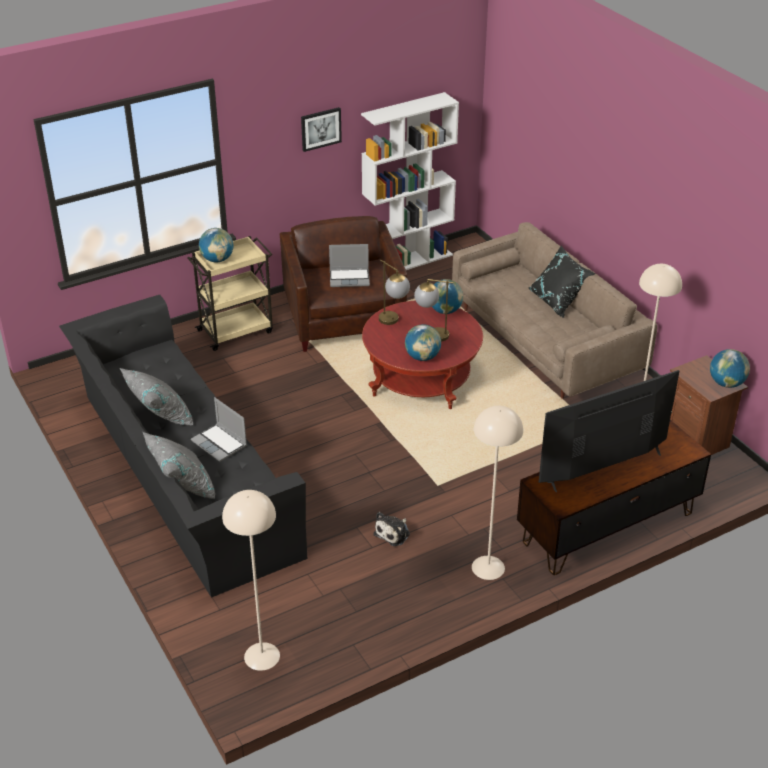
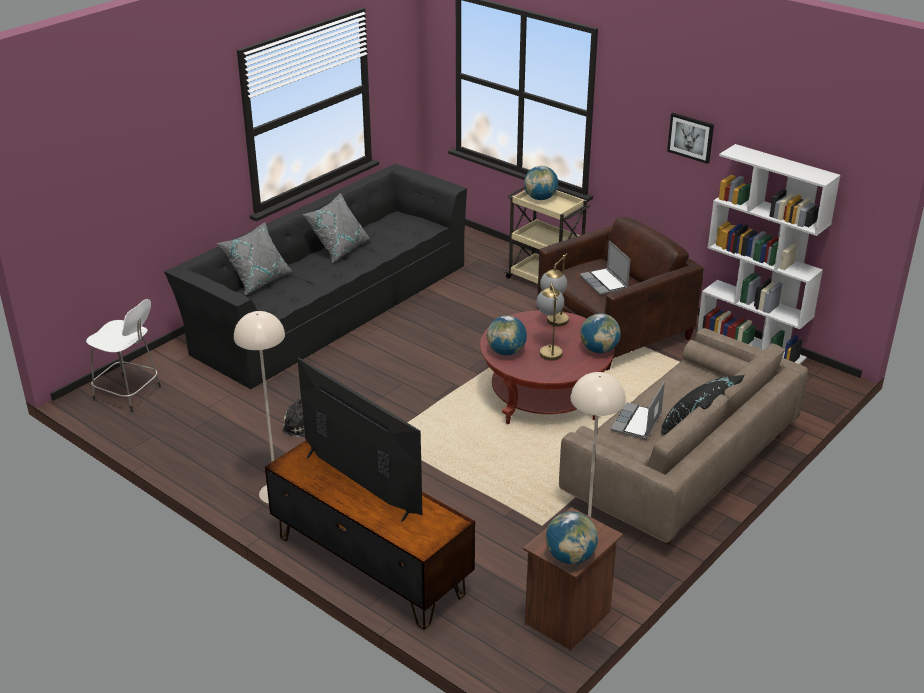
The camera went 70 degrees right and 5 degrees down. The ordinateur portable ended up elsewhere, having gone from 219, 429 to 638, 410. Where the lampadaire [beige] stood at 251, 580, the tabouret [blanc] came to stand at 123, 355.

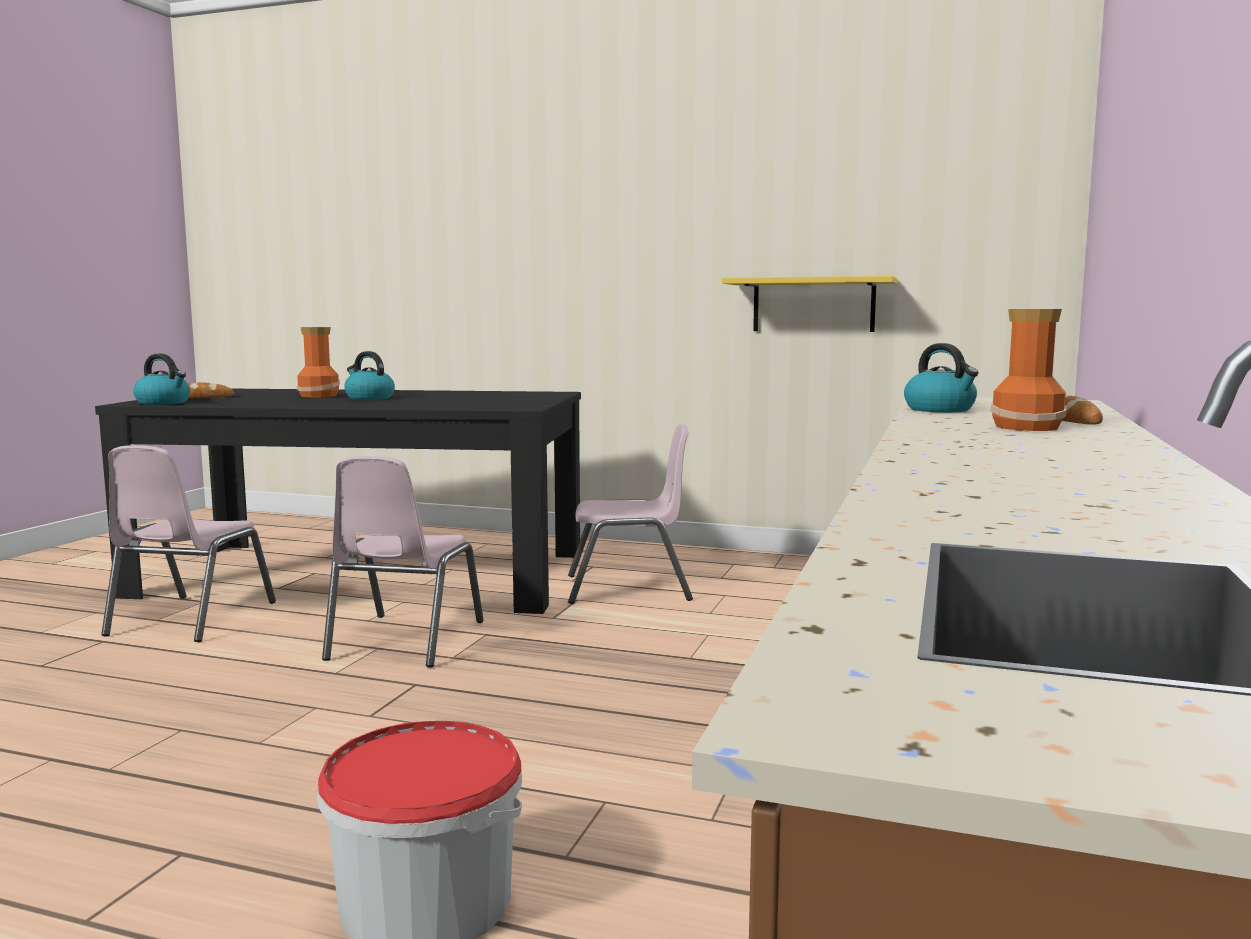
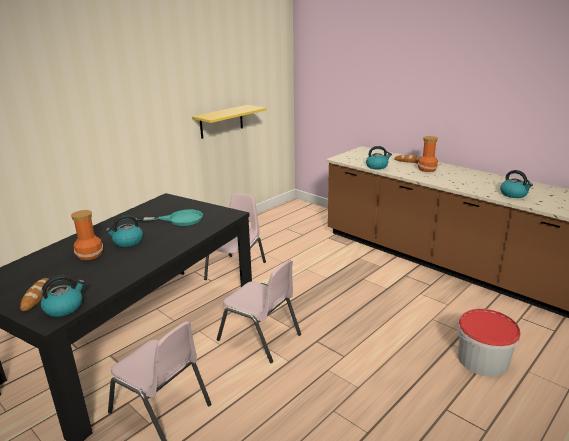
The camera went 65 degrees left and 15 degrees up. The second view gained the bouilloire at 516, 184. The second view gained the poêle [turquoise] at 169, 217.

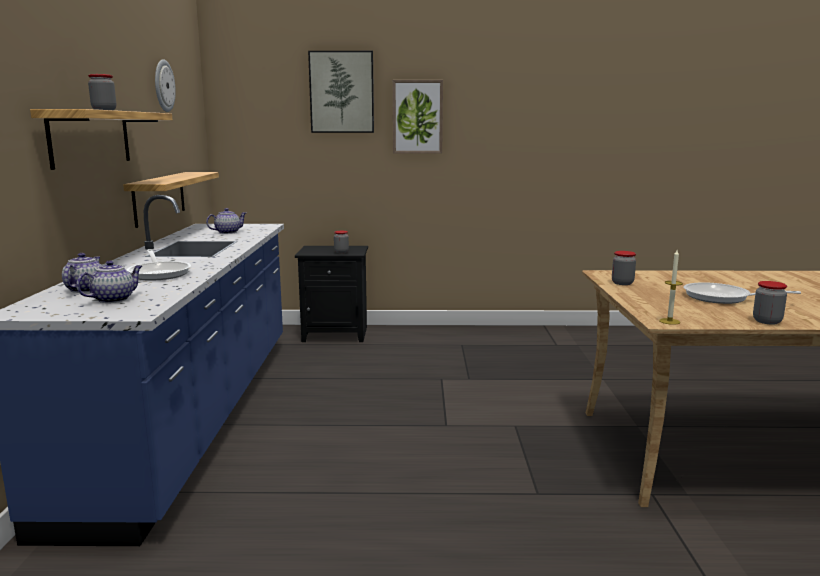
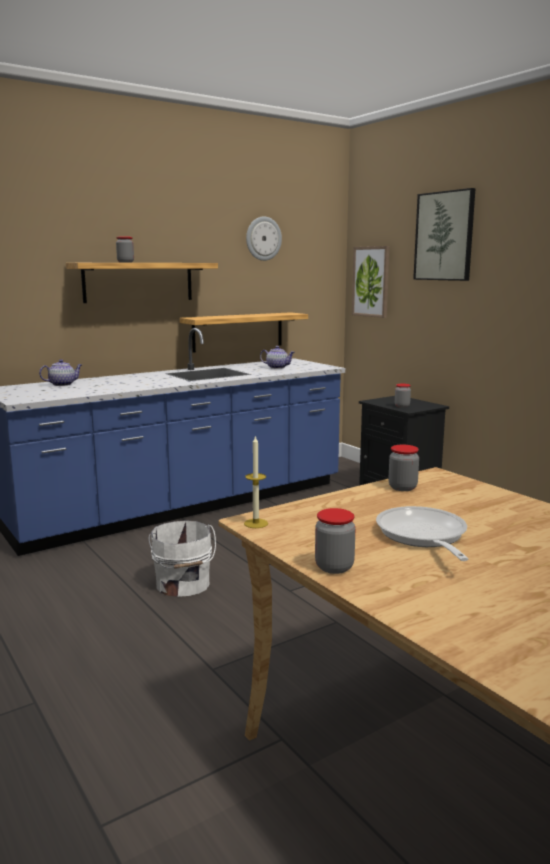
The camera went 55 degrees right and 0 degrees up. The tableau ended up elsewhere, having gone from 418, 117 to 371, 282. The second view lost the poêle at 159, 265. The second view lost the théière at 109, 281. The second view gained the seau [blanc] at 182, 559.

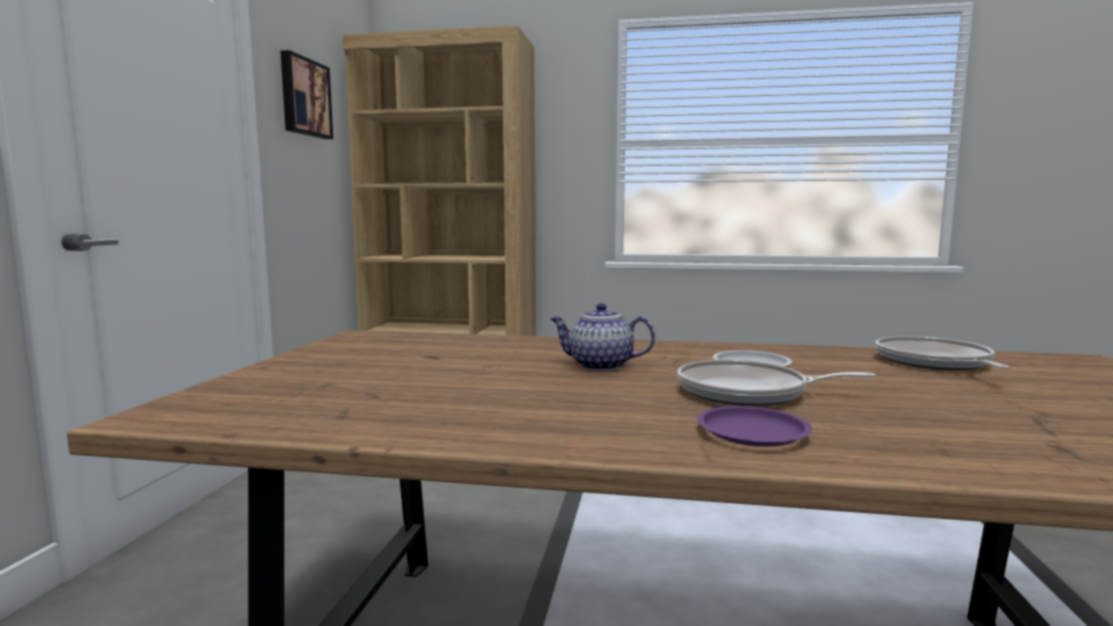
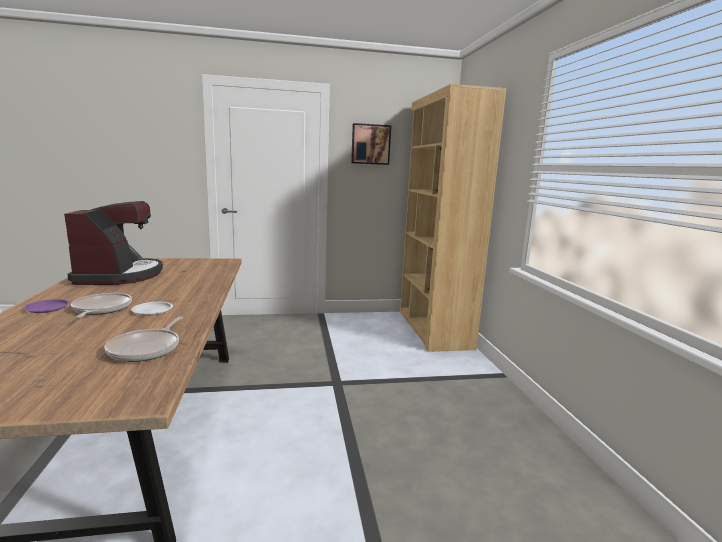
The camera went 70 degrees right and 5 degrees up. The second view lost the théière at 602, 337. The poêle at 942, 353 ended up facing another way, 120 degrees clockwise from before. The second view gained the machine à café at 113, 243.

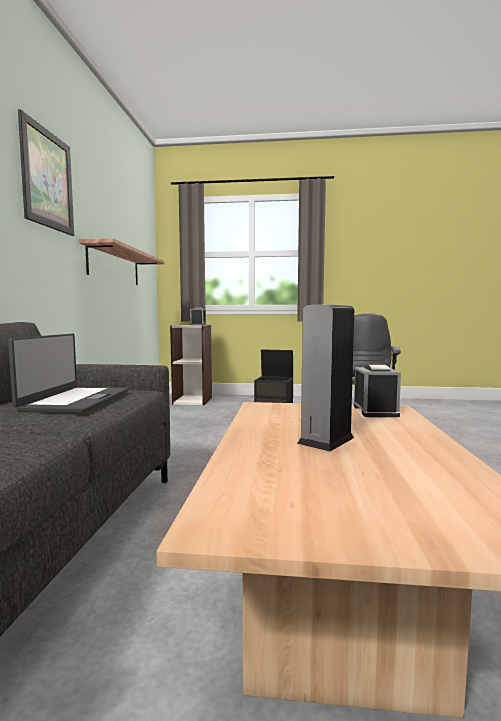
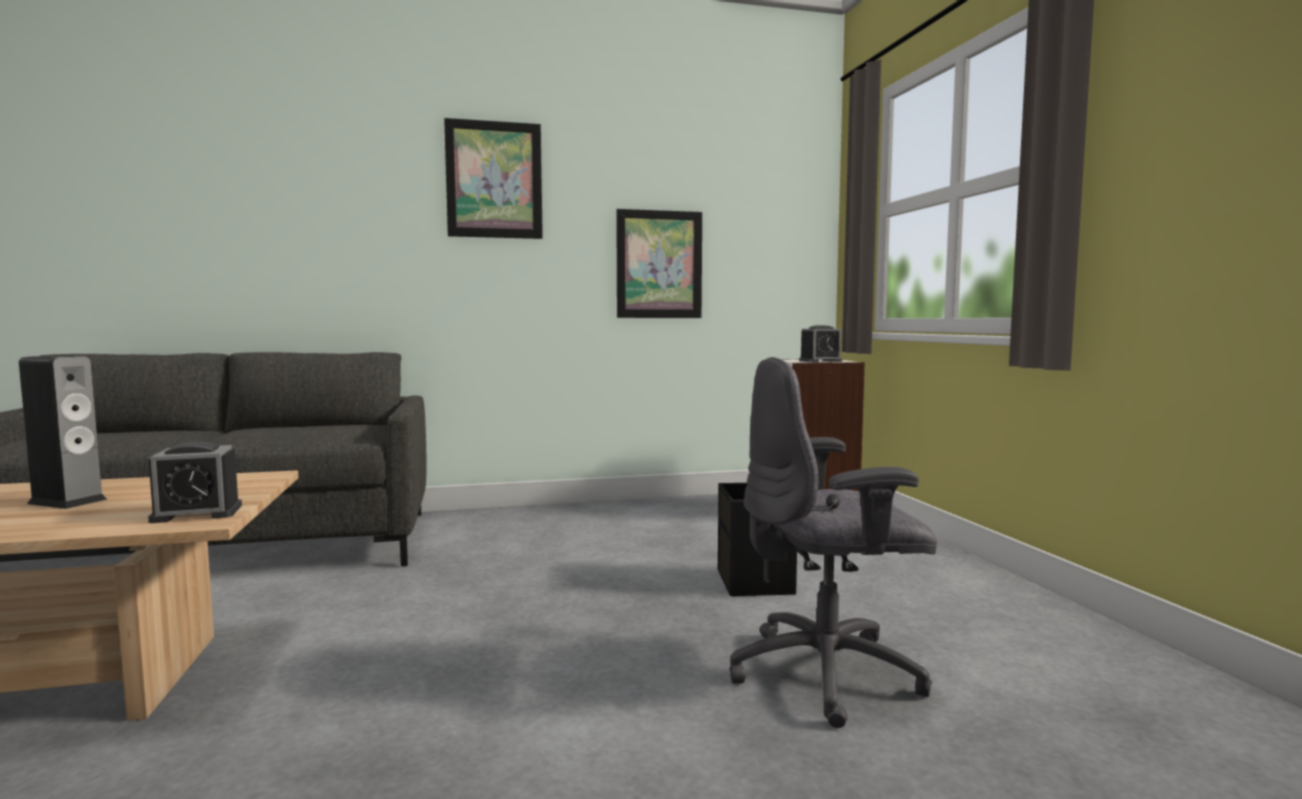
The camera went 70 degrees right and 0 degrees up. Where the étagère hung at 122, 261, the tableau came to hang at 659, 263. The second view lost the ordinateur portable at 68, 373.

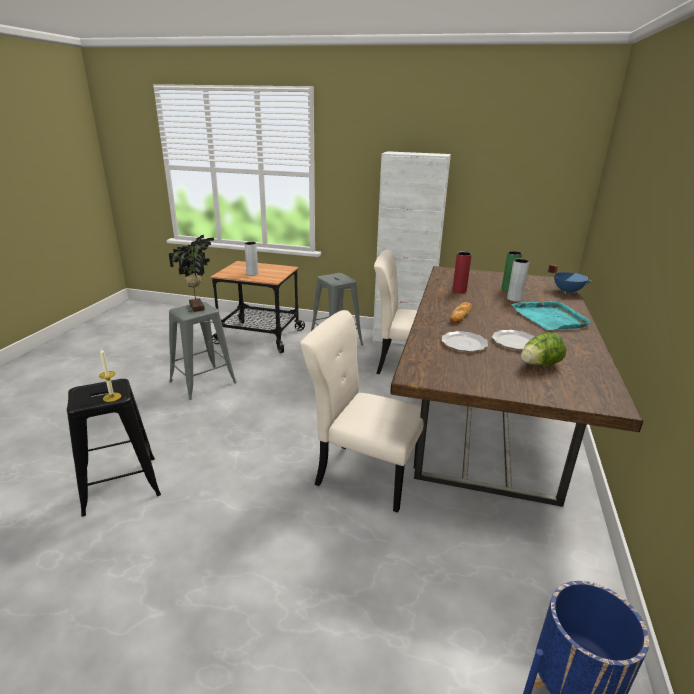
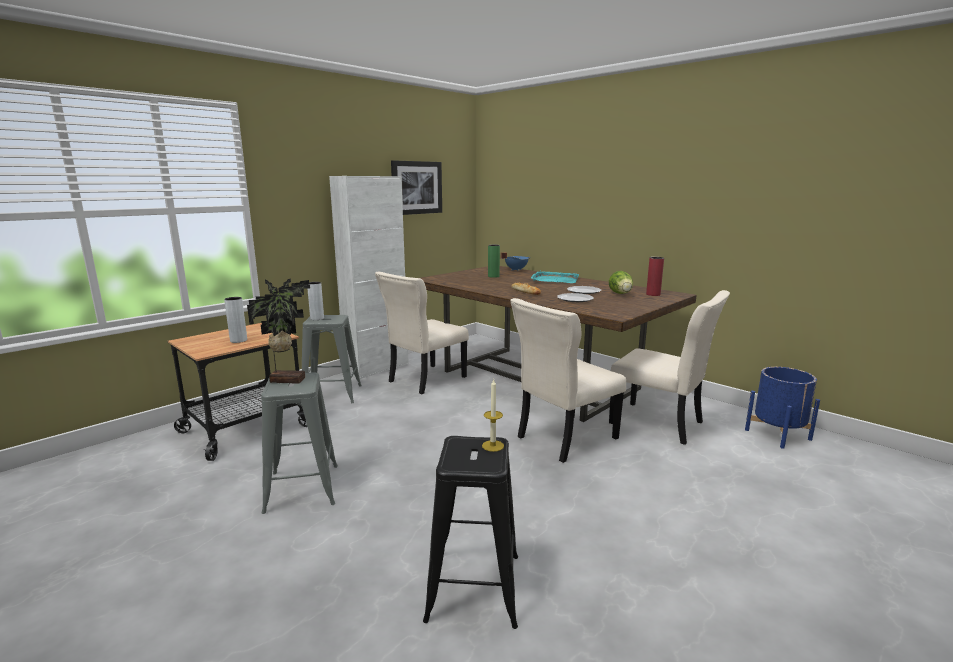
The camera went 60 degrees left and 10 degrees down. The vase [rouge] ended up elsewhere, having gone from 462, 272 to 655, 276. The vase [gris] ended up elsewhere, having gone from 518, 280 to 316, 301. The second view gained the tableau at 416, 187. The second view gained the chaise [beige] at 669, 367.

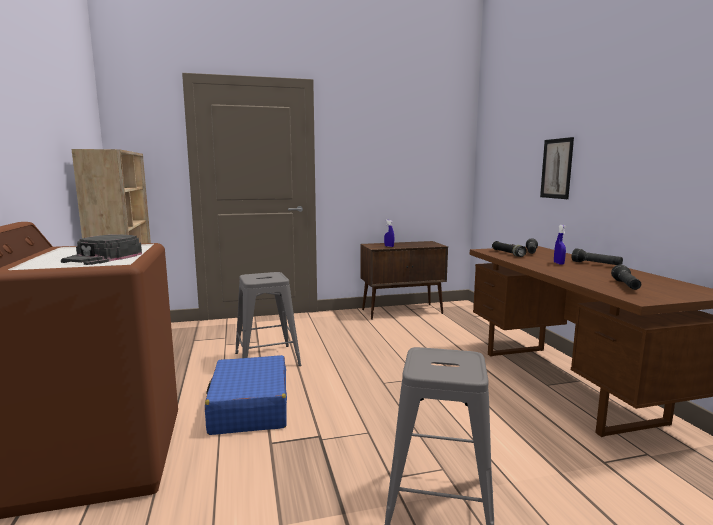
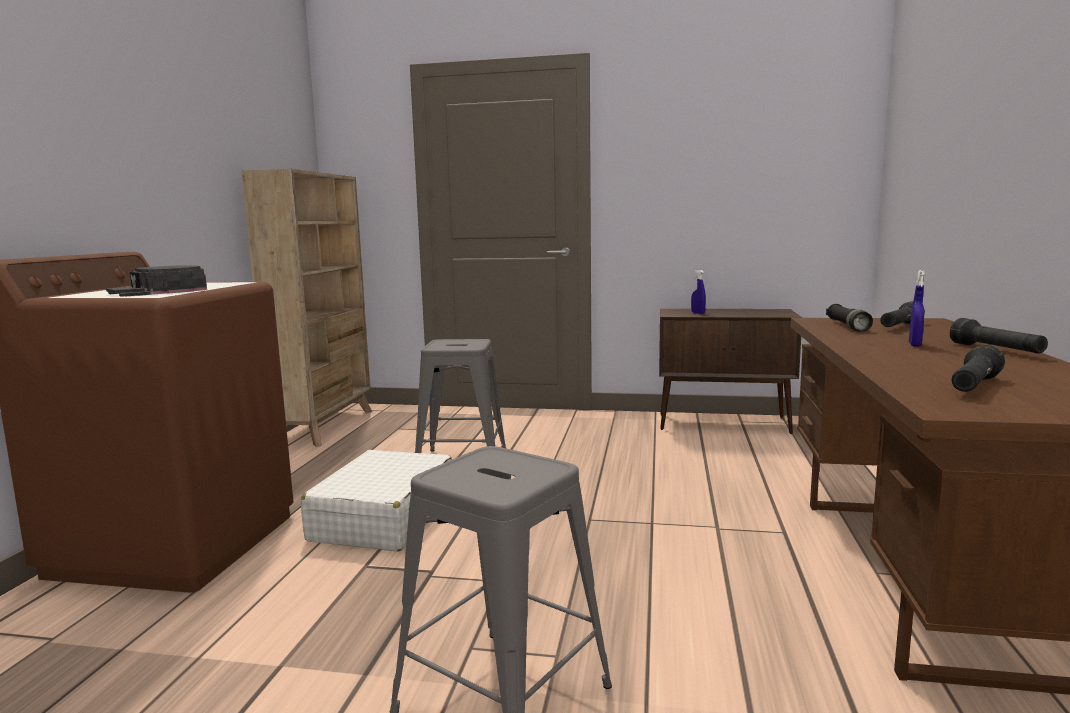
The camera went 25 degrees right and 0 degrees up. The second view lost the tableau at 557, 168. What was the valise [bleu] at 246, 395 turned into the valise [blanc] at 376, 500.

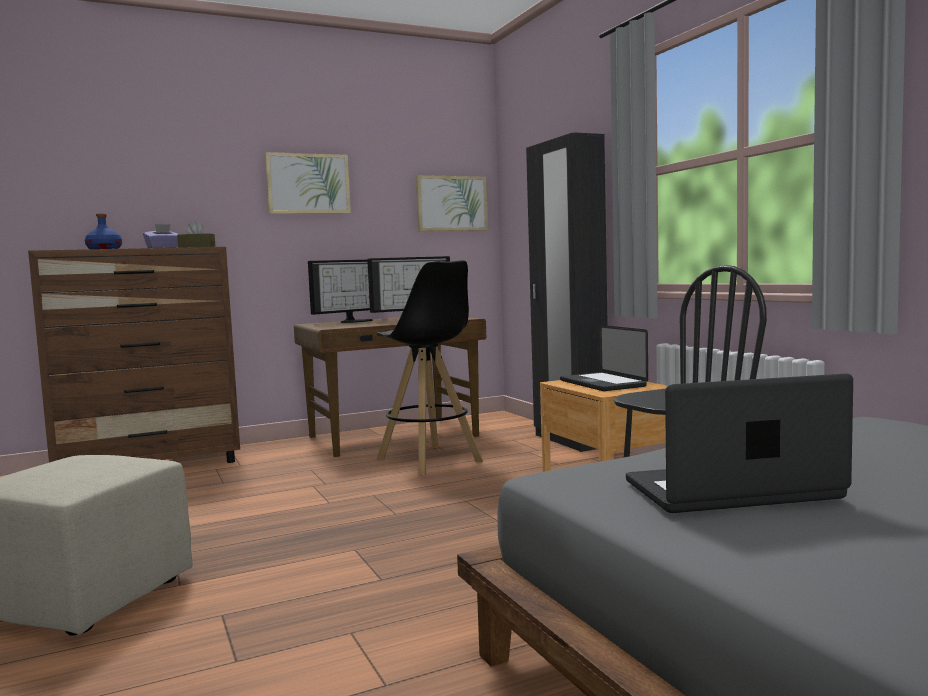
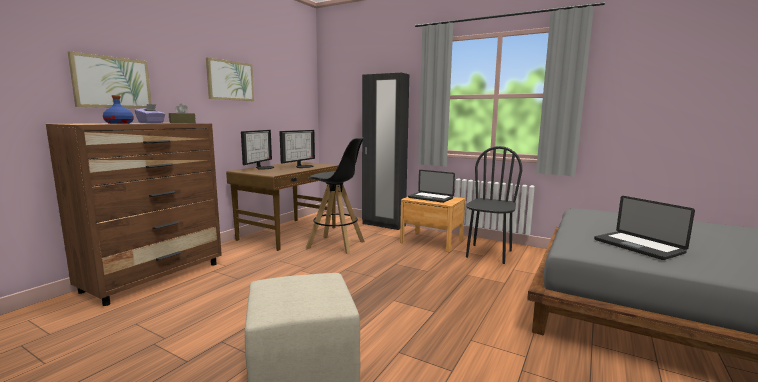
The camera went 35 degrees left and 5 degrees up. The tableau ended up elsewhere, having gone from 452, 203 to 110, 79. The ordinateur portable at 739, 443 ended up facing another way, 75 degrees counterclockwise from before.

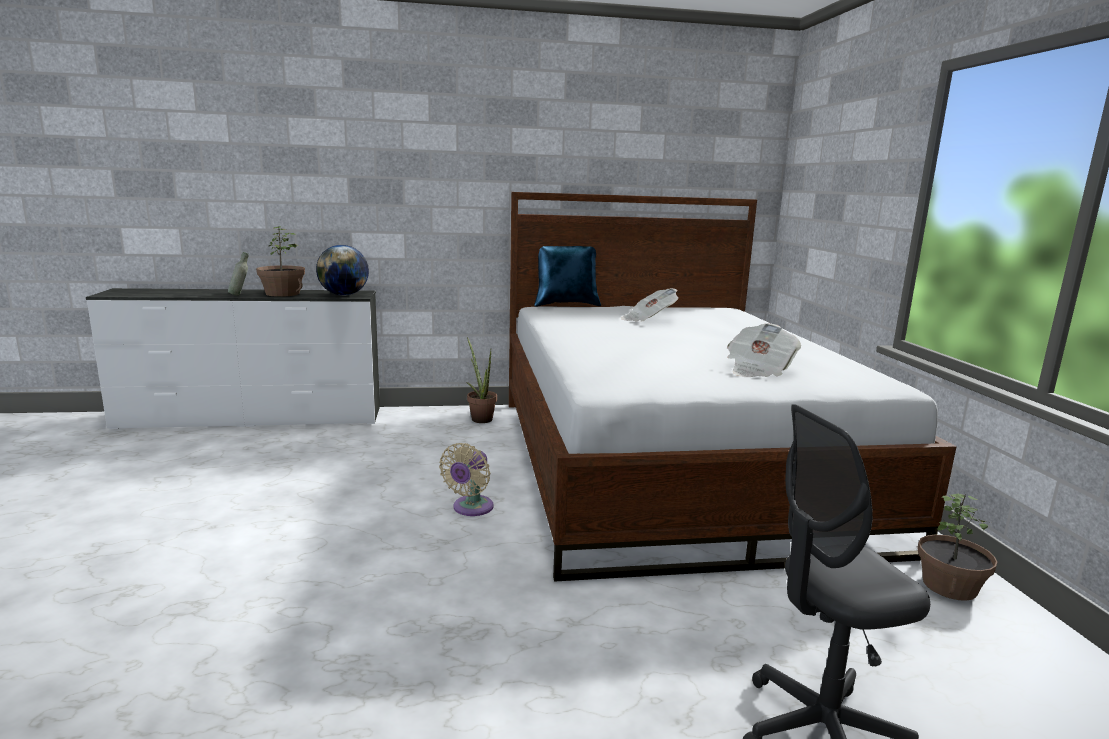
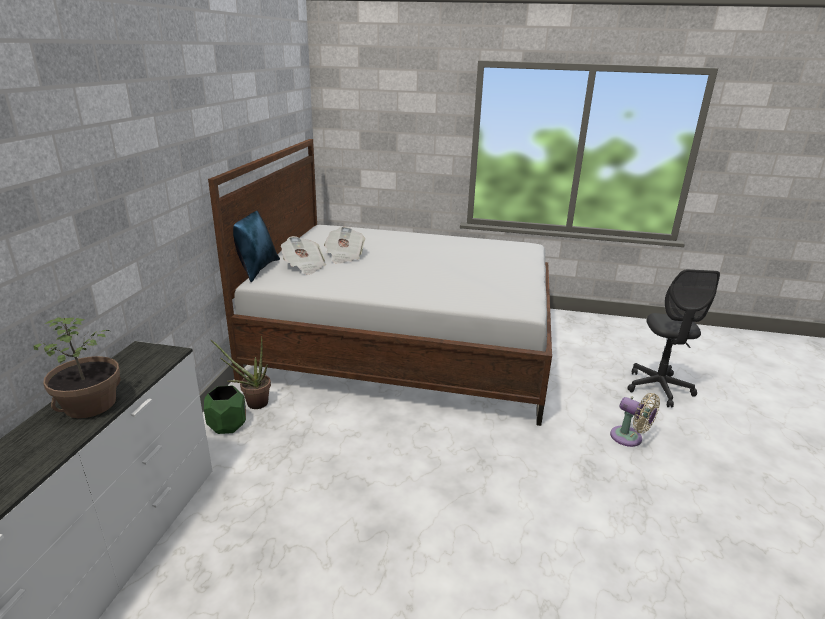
The camera went 70 degrees left and 10 degrees up. The second view lost the globe at 342, 270. The second view lost the bouteille [gris] at 238, 274. The journal ended up elsewhere, having gone from 764, 350 to 303, 255. The ventilateur [beige] ended up elsewhere, having gone from 466, 479 to 635, 420. The second view lost the plante en pot at 957, 547. The second view gained the cache-pot [vert] at 225, 410.

